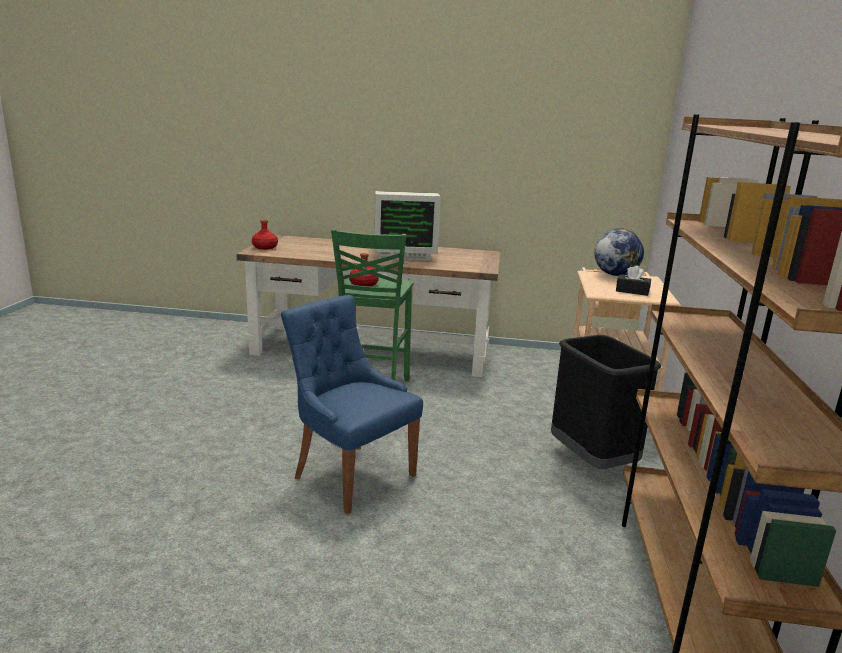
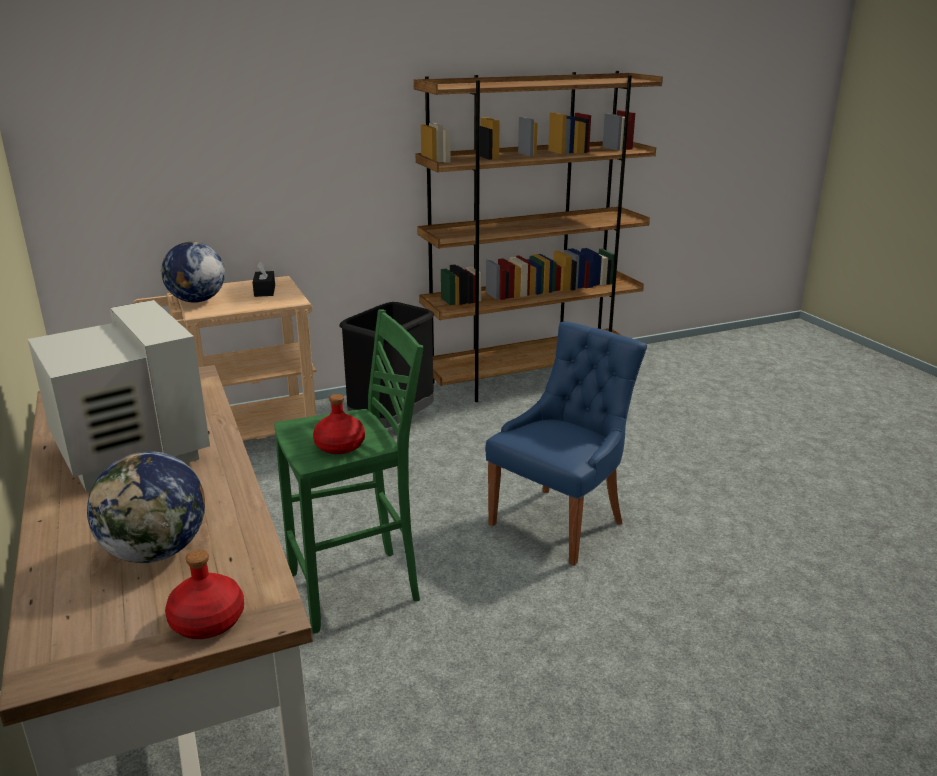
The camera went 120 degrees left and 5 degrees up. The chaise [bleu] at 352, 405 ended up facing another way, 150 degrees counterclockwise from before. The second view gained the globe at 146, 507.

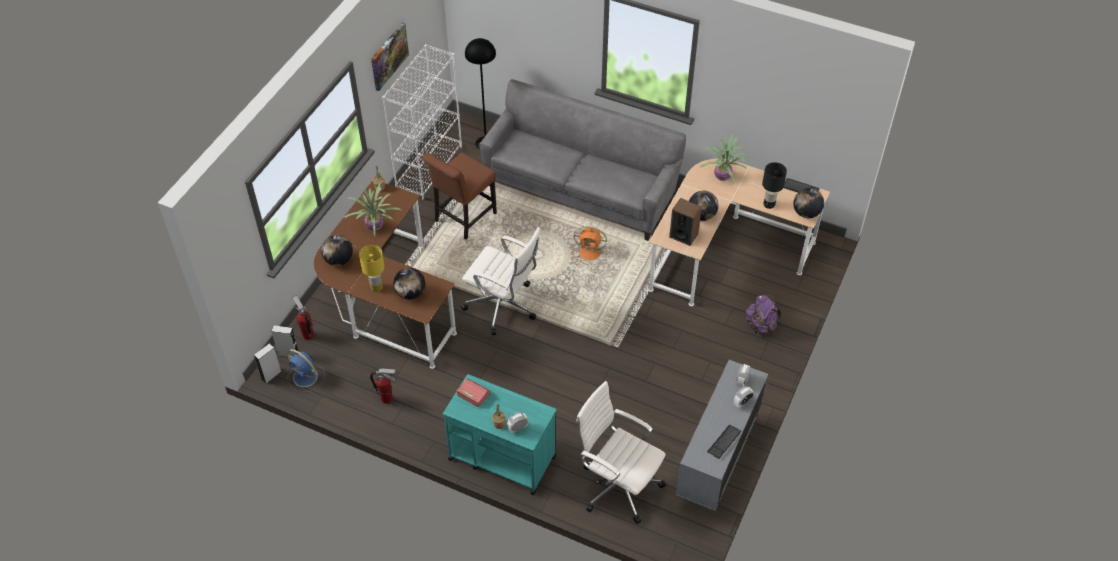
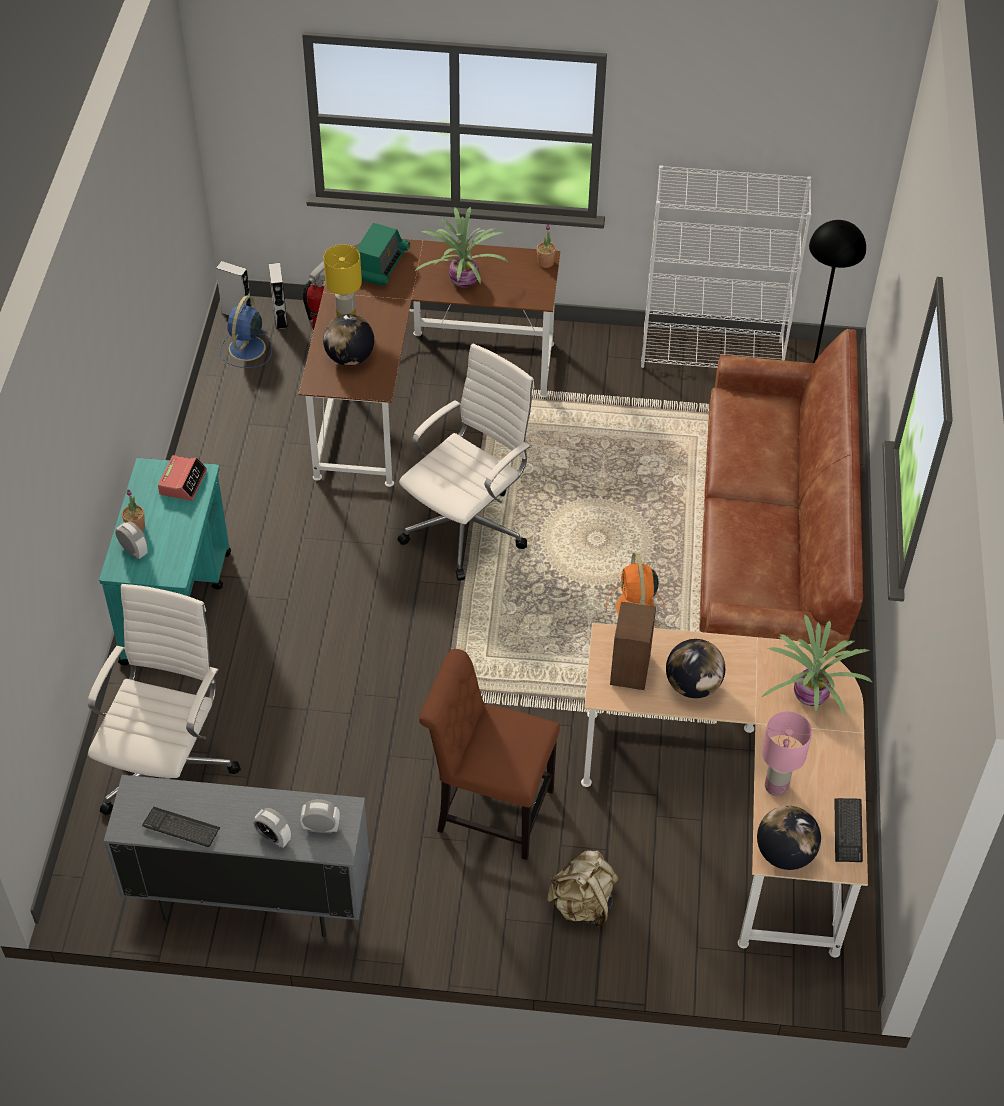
The camera went 70 degrees right and 0 degrees up. The second view lost the tableau at 390, 57. What was the canapé [gris] at 582, 160 turned into the canapé [marron] at 781, 495. The chaise [marron] ended up elsewhere, having gone from 459, 196 to 489, 754. What was the lampe de table [noir] at 774, 185 turned into the lampe de table [rose] at 787, 753. The chaise de bureau [blanc] at 501, 281 ended up facing another way, 150 degrees counterclockwise from before. Where the globe stood at 337, 250, the radio came to stand at 383, 254. What was the sac à dos [violet] at 763, 315 turned into the sac à dos [beige] at 583, 889. The second view lost the extincteur at 383, 386.

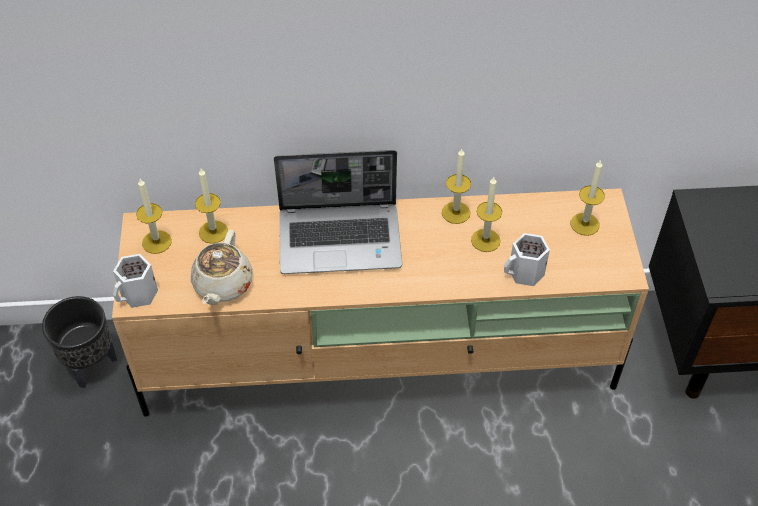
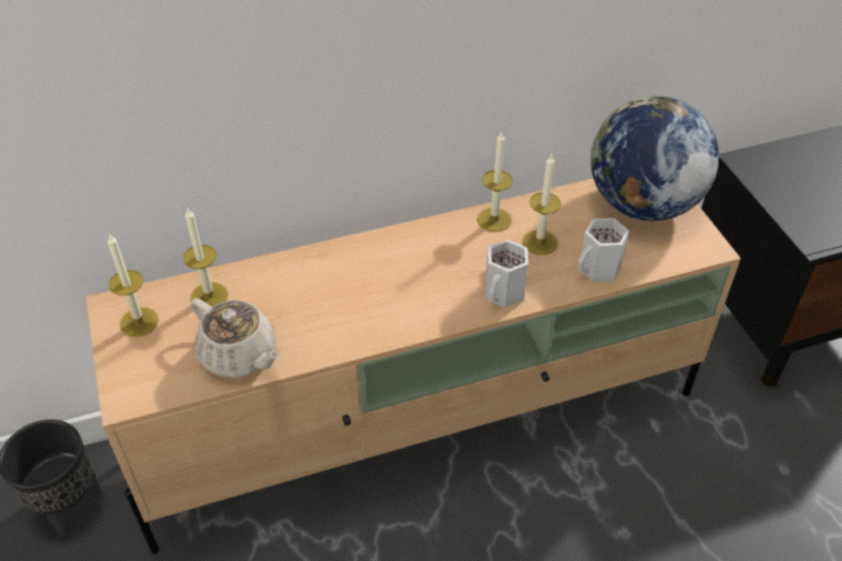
The camera went 15 degrees left and 5 degrees down. The second view lost the ordinateur portable at 338, 212. Where the bougie stood at 588, 198, the globe came to stand at 655, 158. The théière [beige] at 222, 267 ended up facing another way, 45 degrees counterclockwise from before. The mug [blanc] ended up elsewhere, having gone from 135, 281 to 506, 273.

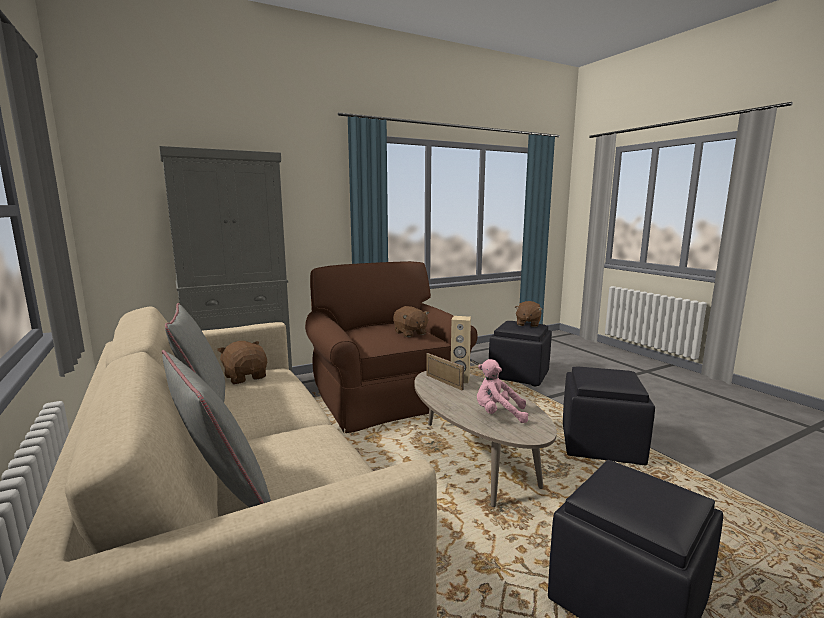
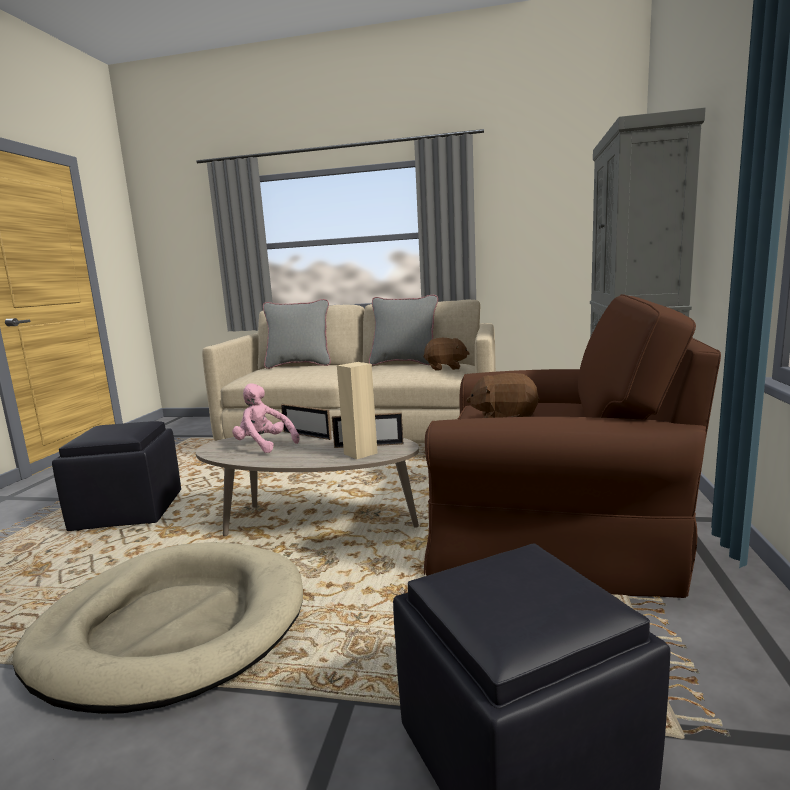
The camera went 130 degrees right and 0 degrees up. The second view lost the peluche [marron] at 528, 314. The peluche [rose] at 502, 391 ended up facing another way, 105 degrees counterclockwise from before. Where the pouf [noir] stood at 609, 416, the panier pour chien [beige] came to stand at 157, 628. The second view gained the cadre photo at 306, 422.

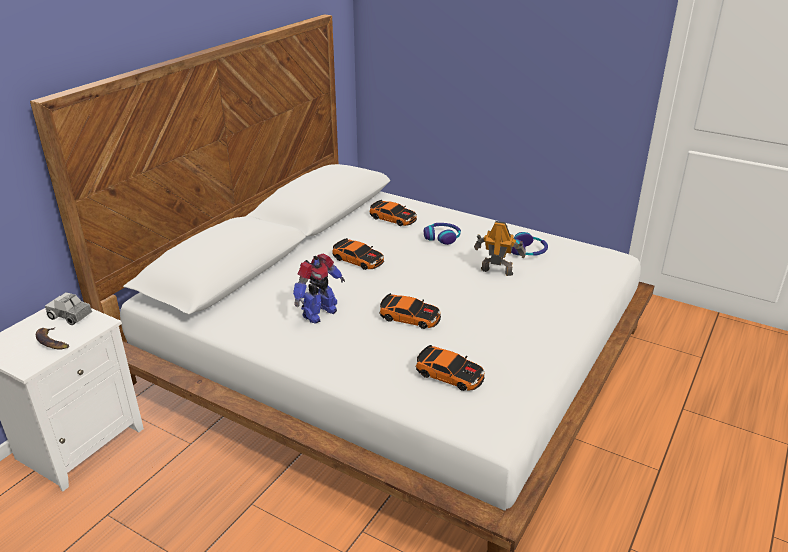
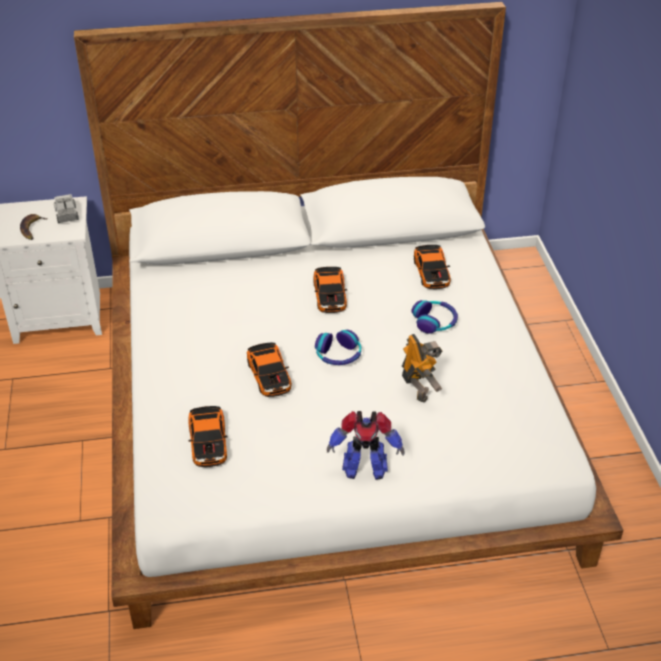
The camera went 50 degrees right and 10 degrees up. The casque audio ended up elsewhere, having gone from 529, 244 to 338, 347. The robot jouet ended up elsewhere, having gone from 319, 289 to 366, 445.

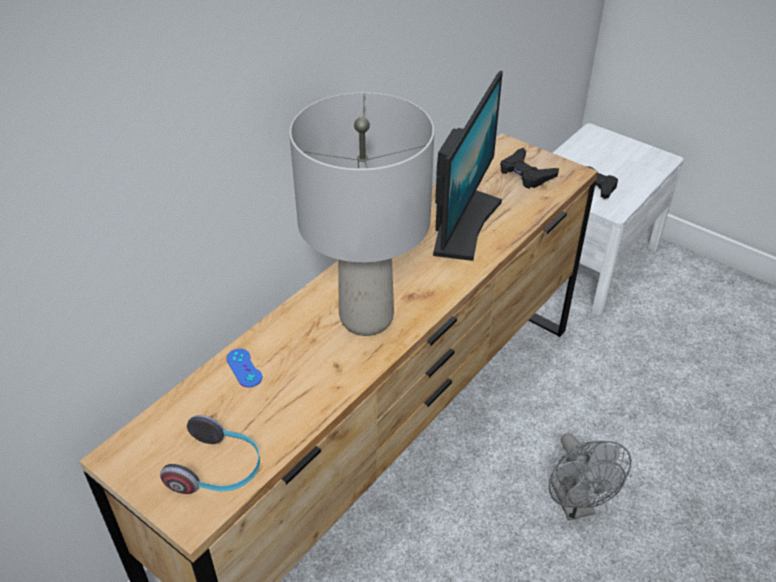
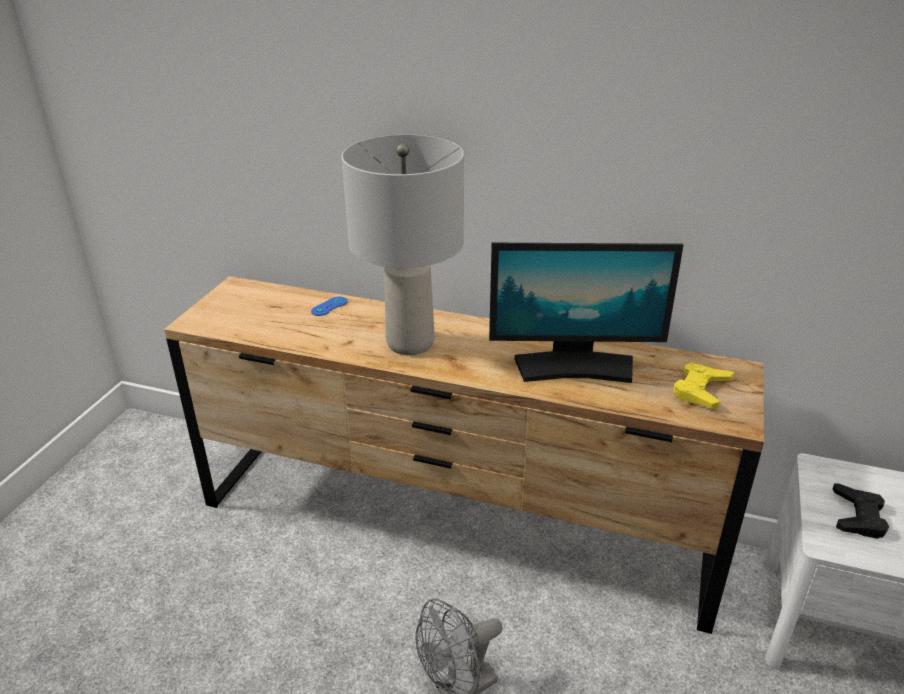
The camera went 70 degrees right and 10 degrees down. What was the manette [noir] at 529, 168 turned into the manette [jaune] at 703, 385. The second view lost the casque audio at 210, 454.

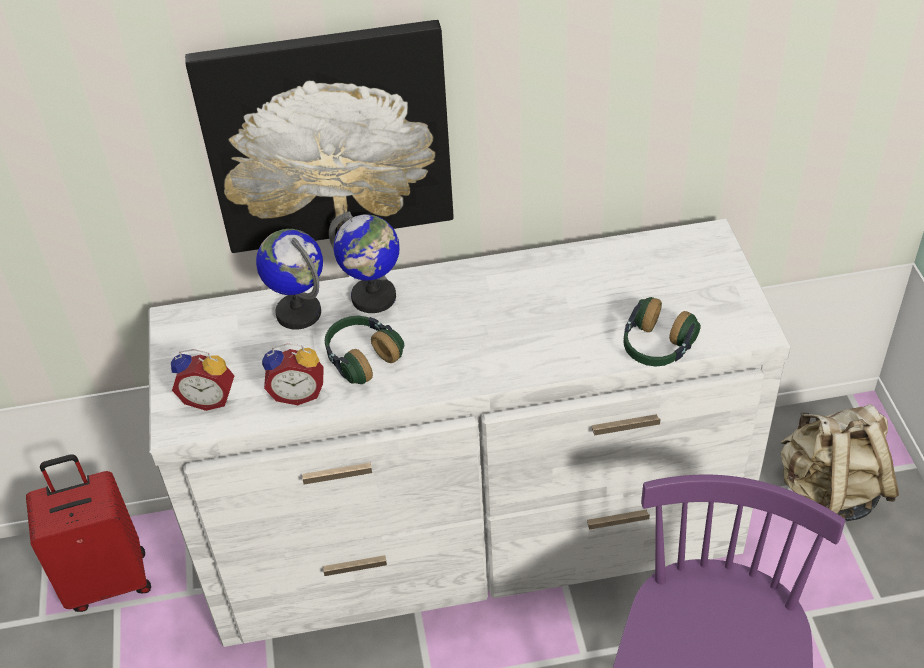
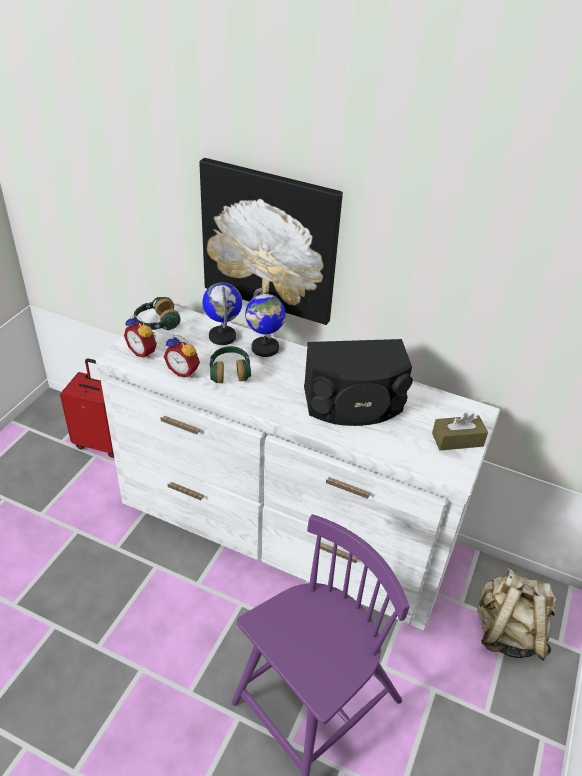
The camera went 30 degrees right and 5 degrees down. The casque audio ended up elsewhere, having gone from 662, 331 to 157, 313. The second view gained the enceinte [noir] at 358, 382. The second view gained the boîte à mouchoirs [marron] at 460, 431.

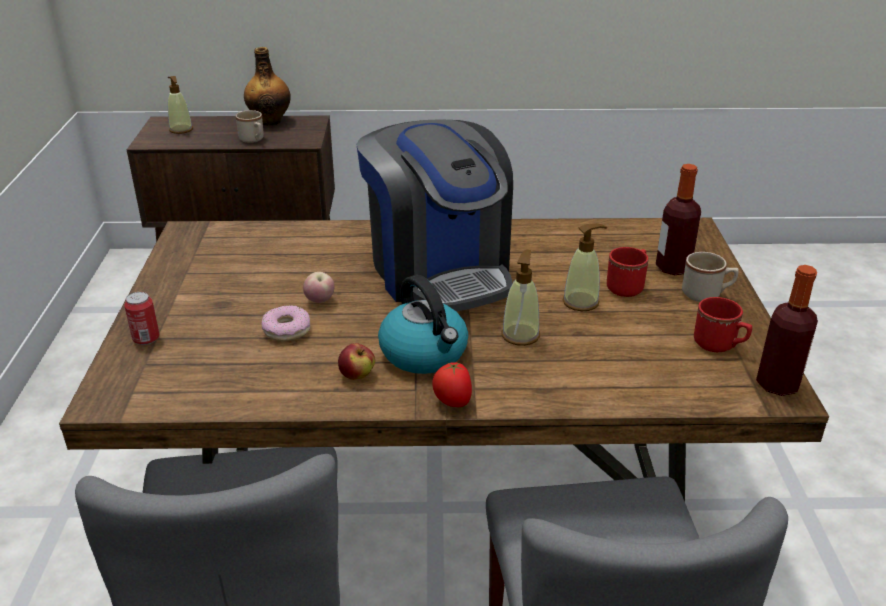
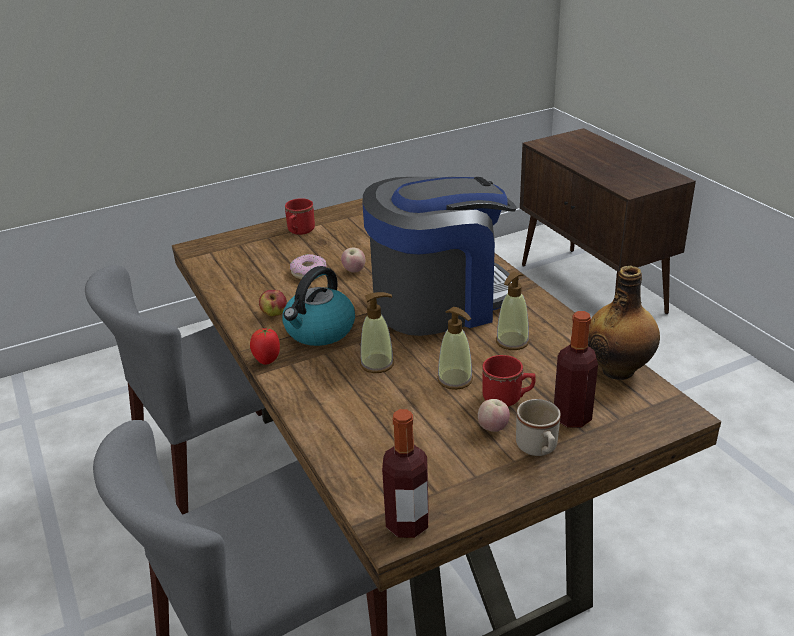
The camera went 65 degrees right and 0 degrees up. The bouteille ended up elsewhere, having gone from 267, 86 to 624, 323. The distributeur de savon ended up elsewhere, having gone from 180, 105 to 512, 311. The second view lost the mug [beige] at 250, 126. The machine à café at 434, 215 ended up facing another way, 150 degrees counterclockwise from before. The second view lost the boîte métallique at 141, 318. The mug [rouge] ended up elsewhere, having gone from 723, 324 to 300, 216. The second view gained the pomme at 494, 415.

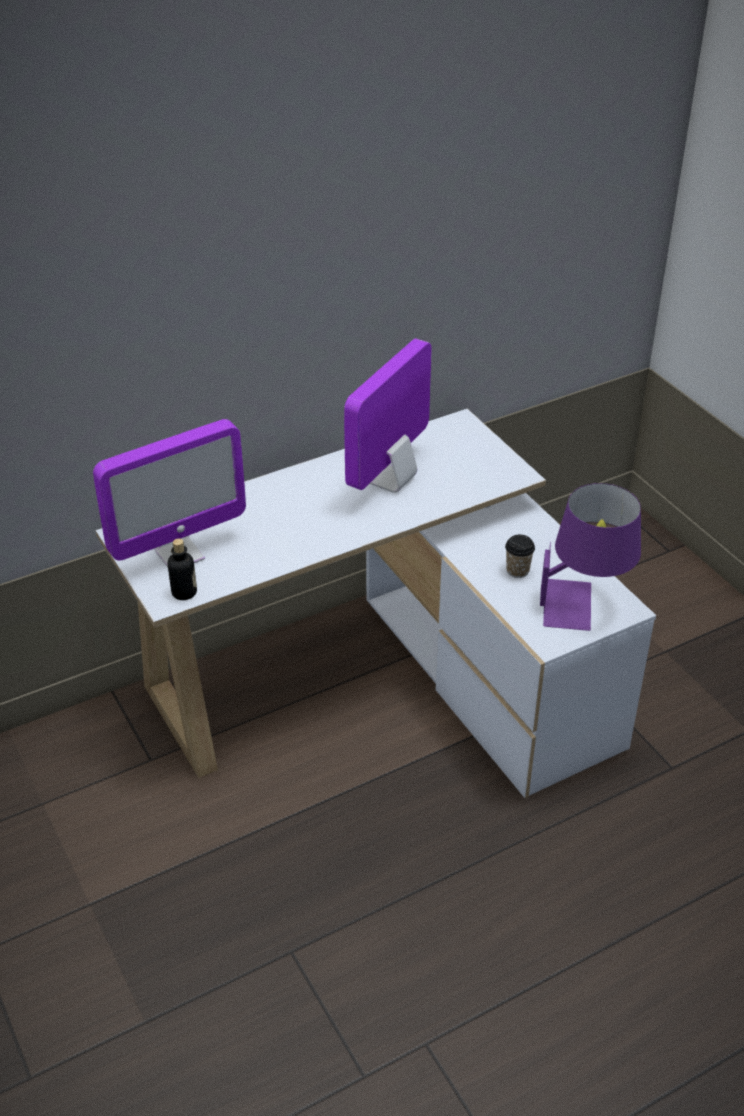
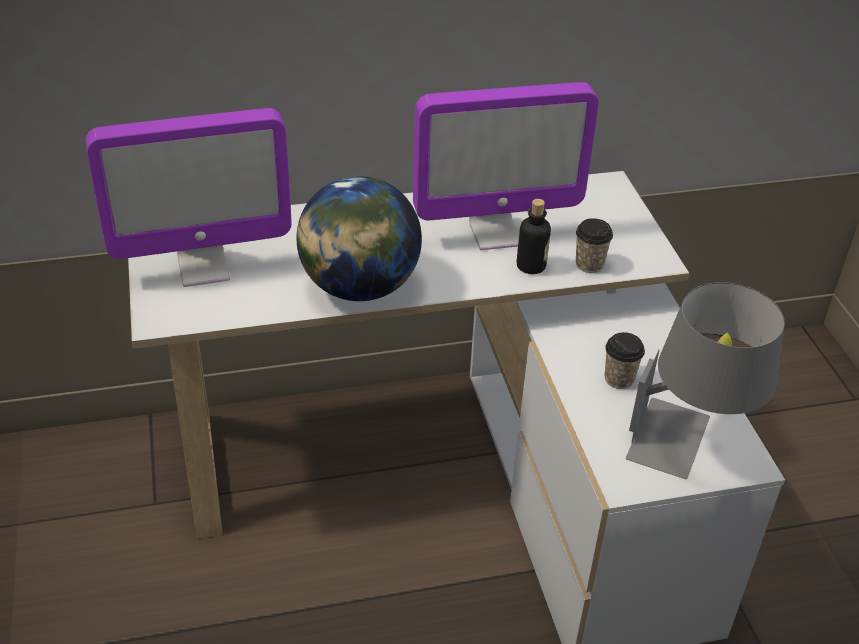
The camera went 15 degrees right and 0 degrees up. The écran d'ordinateur at 388, 416 ended up facing another way, 150 degrees counterclockwise from before. What was the lampe de table [violet] at 590, 557 turned into the lampe de table [gris] at 705, 380. The bouteille ended up elsewhere, having gone from 182, 569 to 534, 236. The second view gained the globe at 359, 238. The second view gained the tasse at 594, 245.

